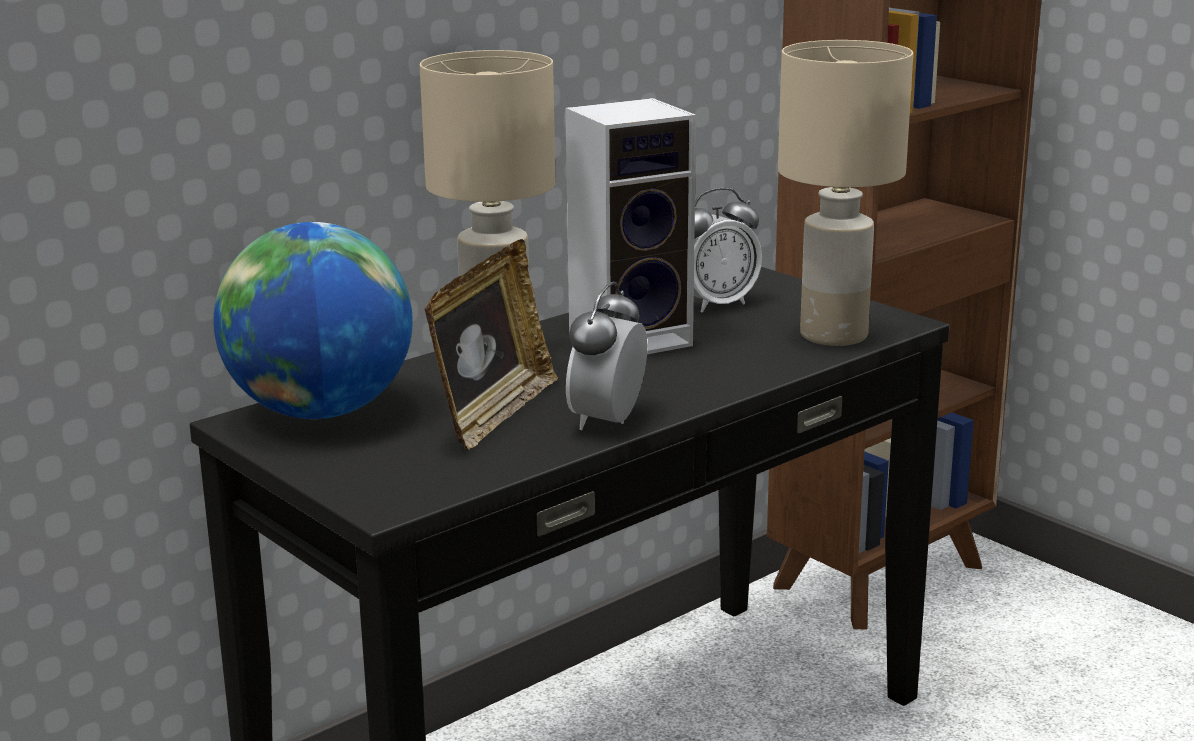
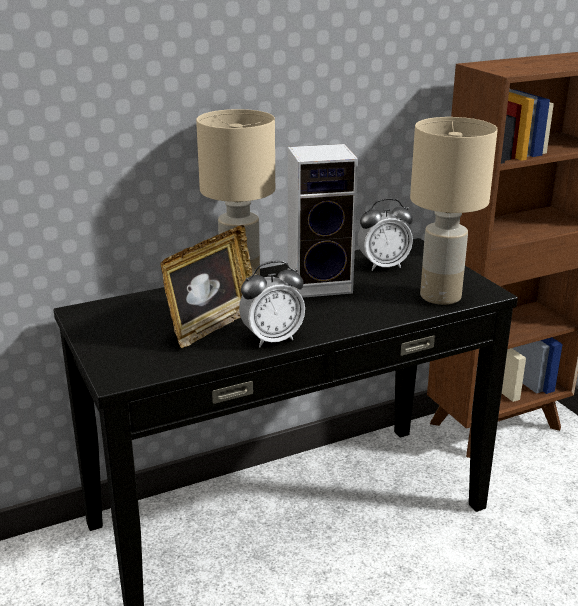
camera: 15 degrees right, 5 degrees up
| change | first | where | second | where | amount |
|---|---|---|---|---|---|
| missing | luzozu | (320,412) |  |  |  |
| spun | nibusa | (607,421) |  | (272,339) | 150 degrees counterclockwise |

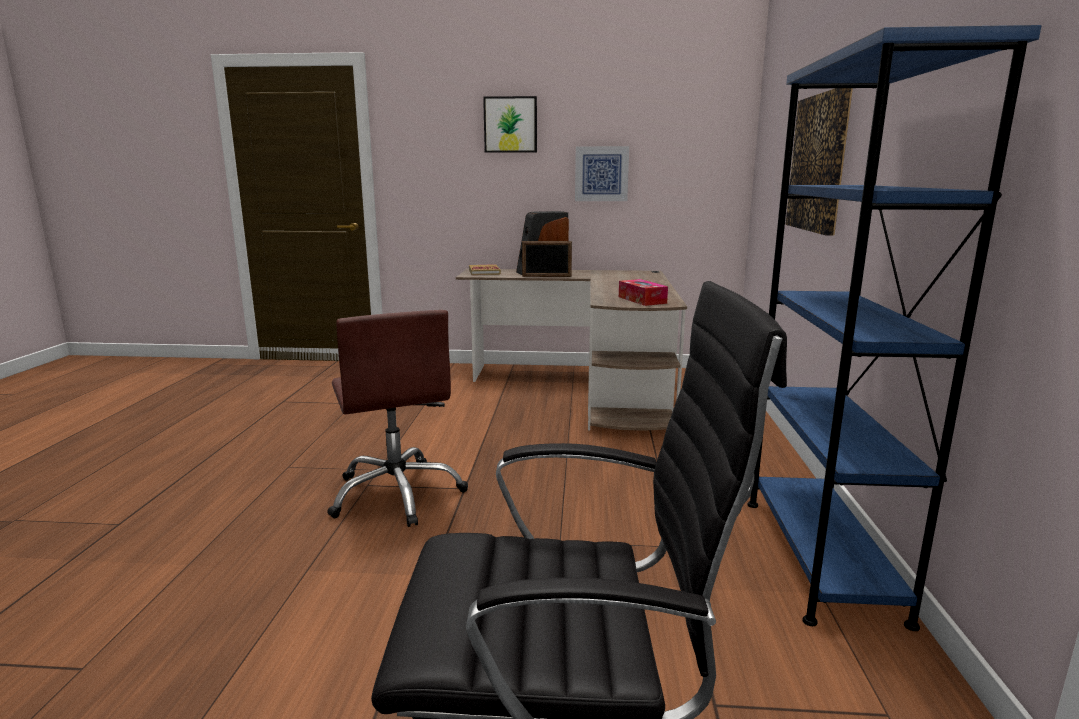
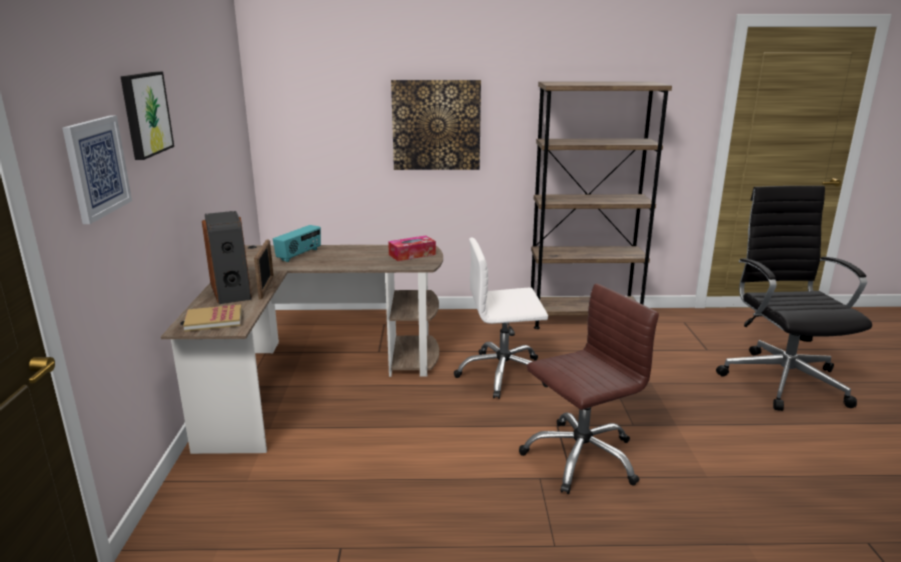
camera: 95 degrees left, 5 degrees up
| change | first | where | second | where | amount |
|---|---|---|---|---|---|
| colour | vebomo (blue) | (820,556) | vebomo (brown) | (583,318) |  |
| relocated | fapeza | (601,174) |  | (96,167) |  |
| appeared |  |  | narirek | (299,255) |  |
| appeared |  |  | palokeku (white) | (502,374) |  |

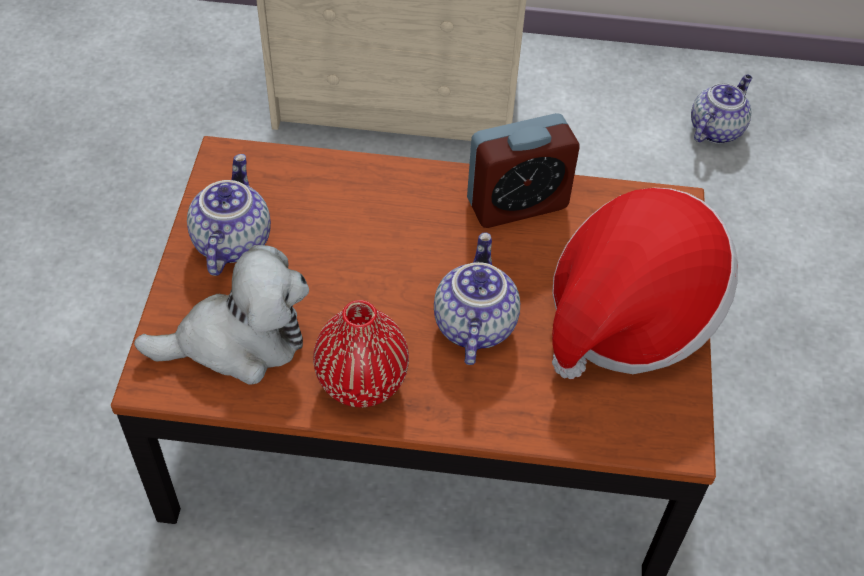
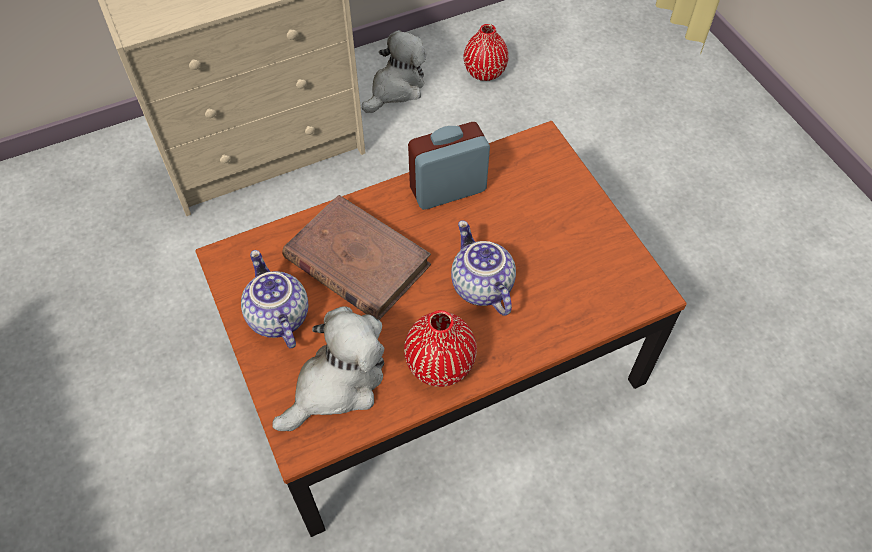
camera: 30 degrees left, 5 degrees up
| change | first | where | second | where | amount |
|---|---|---|---|---|---|
| exchanged | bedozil | (715,129) | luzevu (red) | (484,72) |  |
| spun | nibusa | (517,204) |  | (448,189) | 150 degrees counterclockwise |
| missing | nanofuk | (628,316) |  |  |  |
| appeared |  |  | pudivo | (396,88) |  |
| appeared |  |  | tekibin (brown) | (356,261) |  |

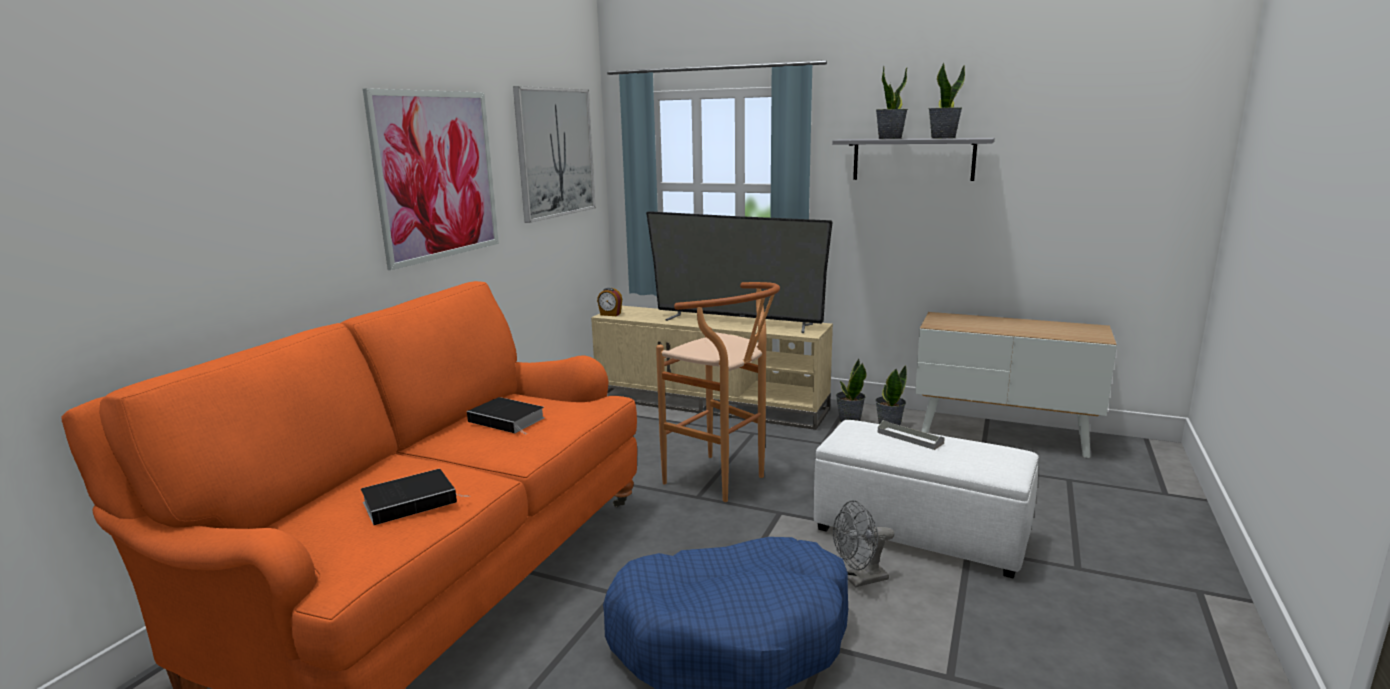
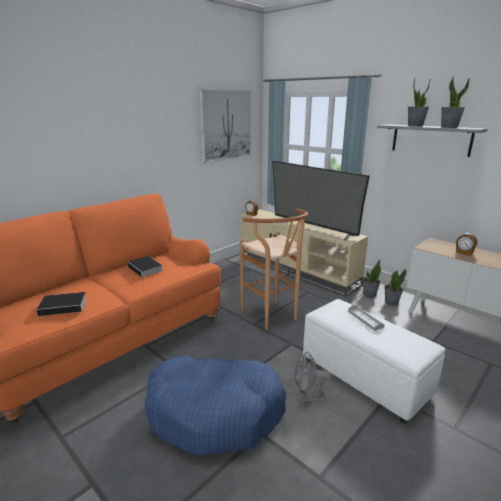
camera: 20 degrees right, 5 degrees up
| change | first | where | second | where | amount |
|---|---|---|---|---|---|
| missing | fapeza | (437,175) |  |  |  |
| appeared |  |  | nibusa | (464,253) |  |

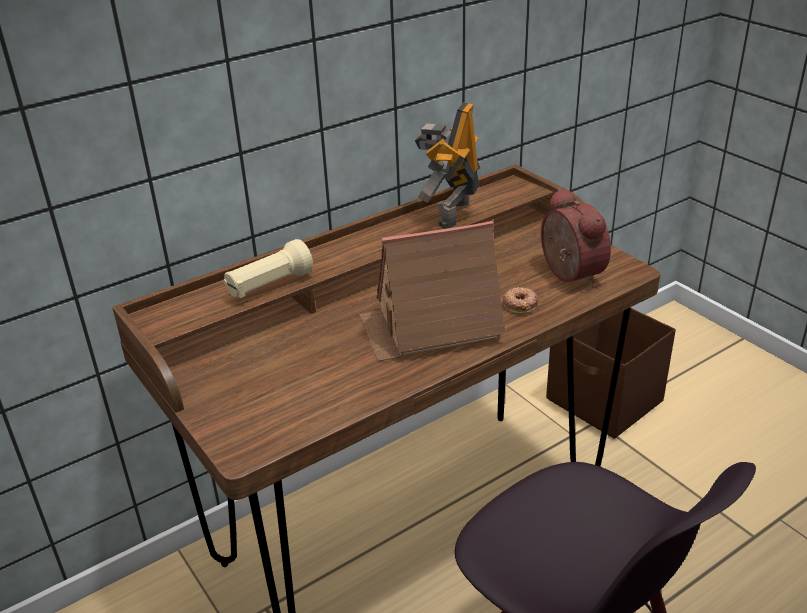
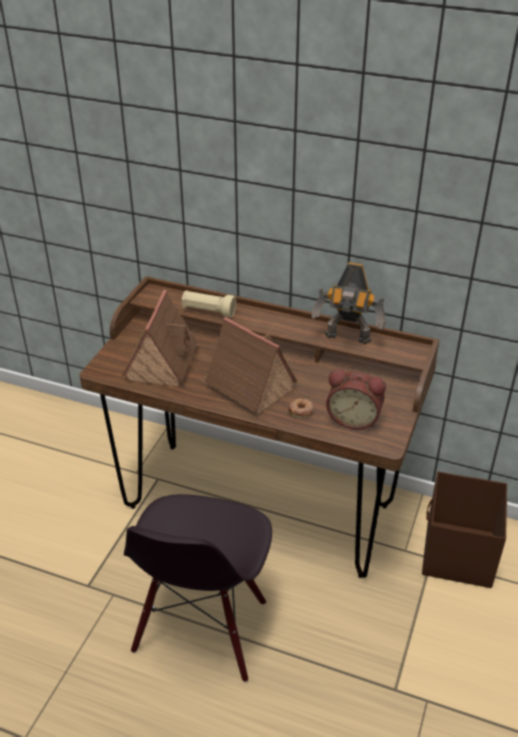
camera: 55 degrees right, 5 degrees up
| change | first | where | second | where | amount |
|---|---|---|---|---|---|
| spun | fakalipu | (450,213) |  | (347,339) | 150 degrees counterclockwise |
| spun | nibusa | (567,274) |  | (354,418) | 75 degrees clockwise |
| appeared |  |  | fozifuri | (162,361) |  |

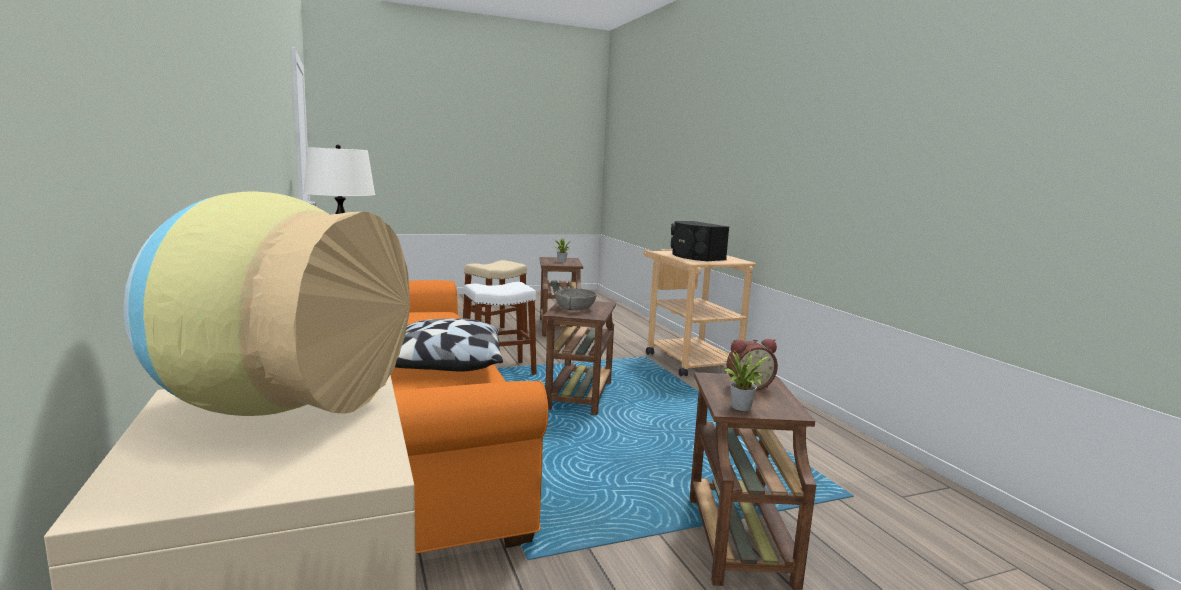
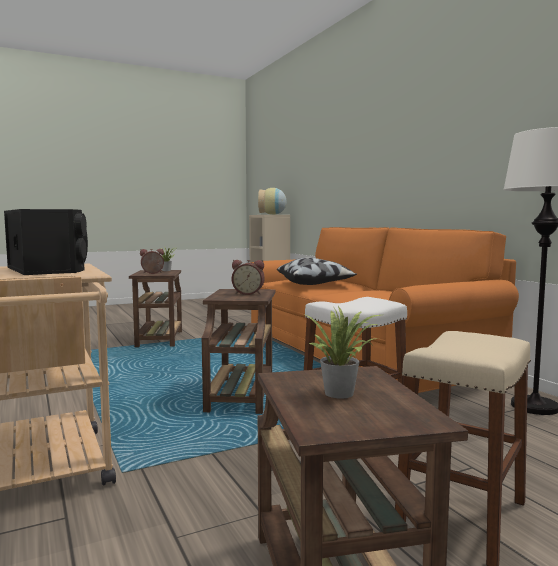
camera: 175 degrees right, 5 degrees down
| change | first | where | second | where | amount |
|---|---|---|---|---|---|
| exchanged | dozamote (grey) | (574,308) | nibusa | (248,293) |  |

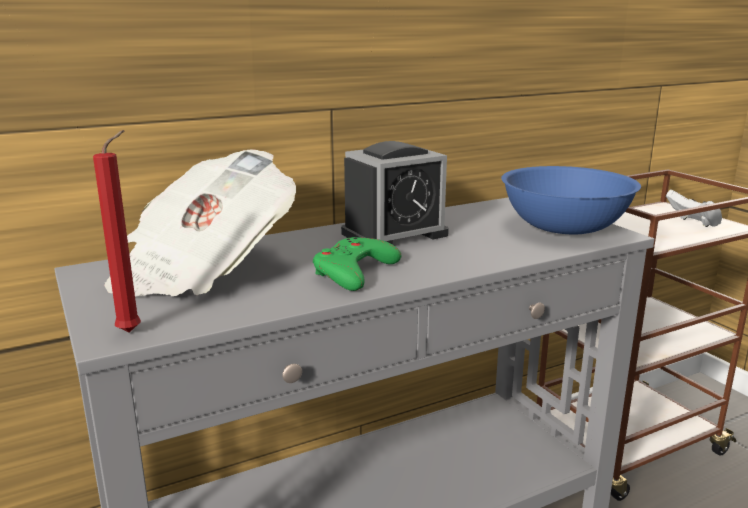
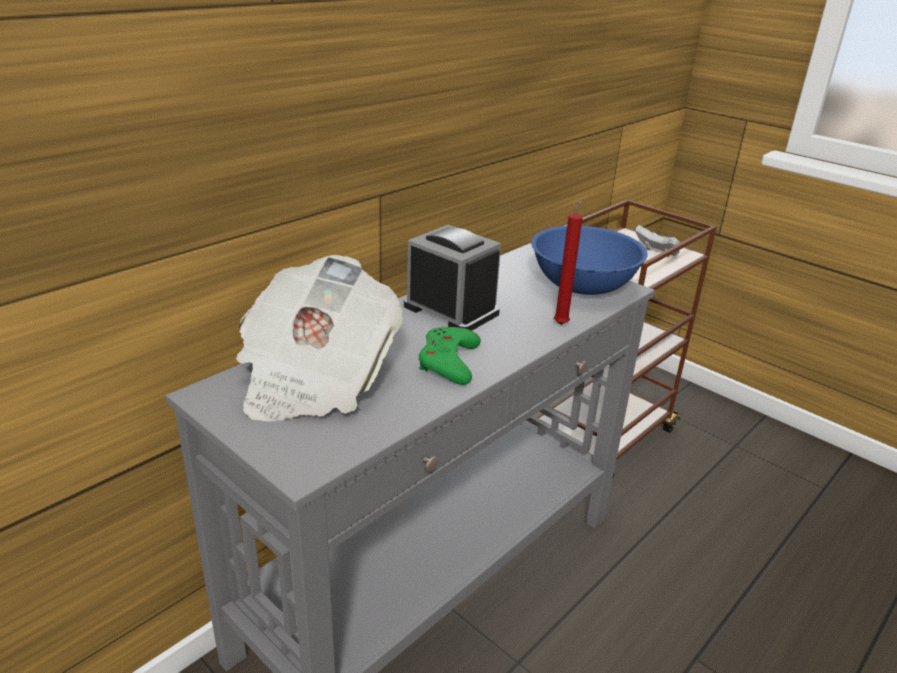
camera: 20 degrees left, 10 degrees up
| change | first | where | second | where | amount |
|---|---|---|---|---|---|
| relocated | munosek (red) | (133,331) |  | (562,323) |  |
| spun | nibusa | (394,234) |  | (451,310) | 90 degrees counterclockwise |

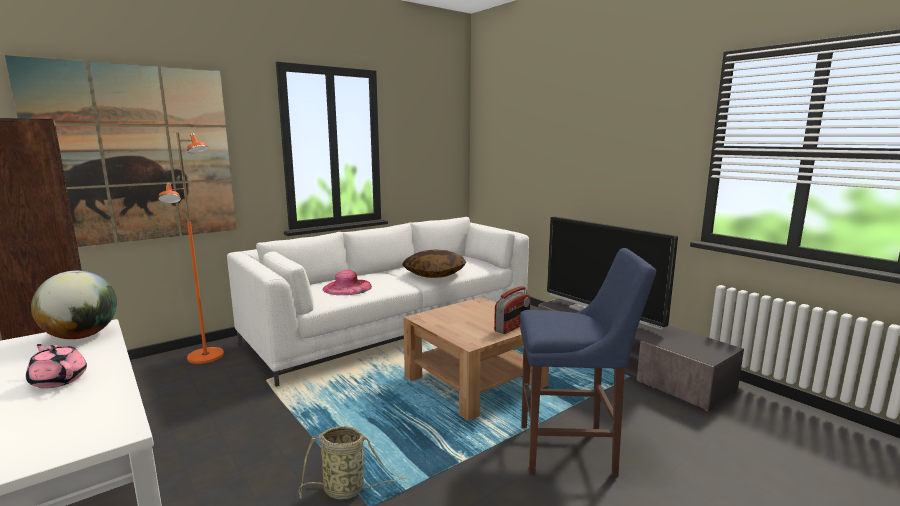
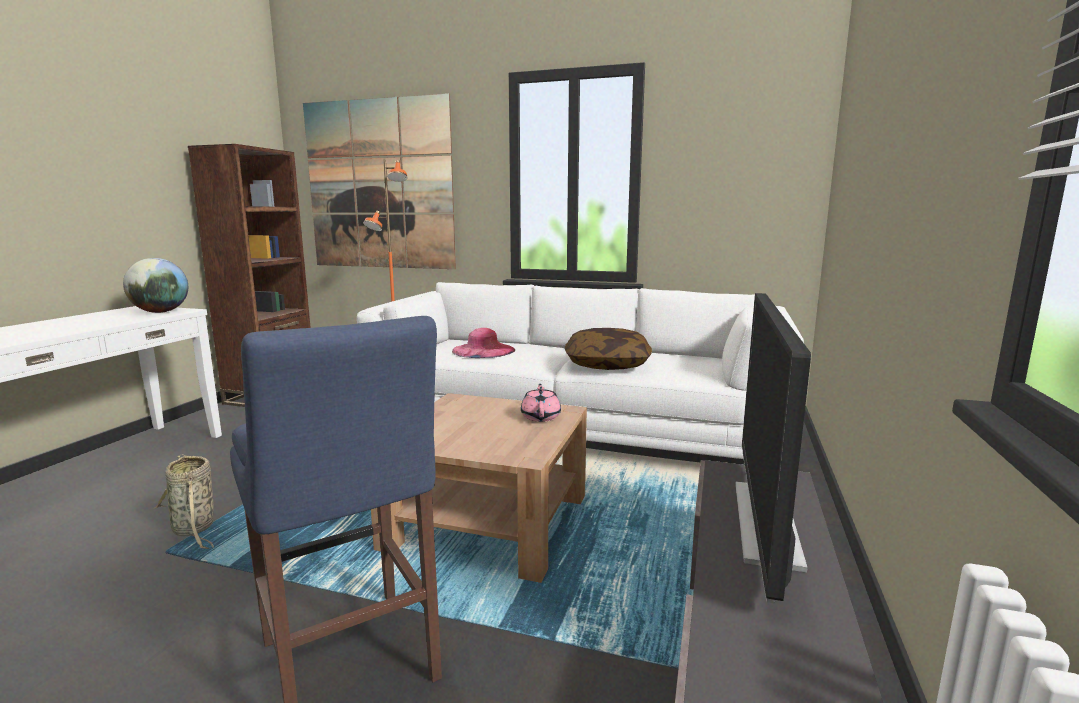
camera: 55 degrees right, 0 degrees up
| change | first | where | second | where | amount |
|---|---|---|---|---|---|
| missing | narirek | (512,326) |  |  |  |
| relocated | bedozil (pink) | (58,380) |  | (541,417) |  |

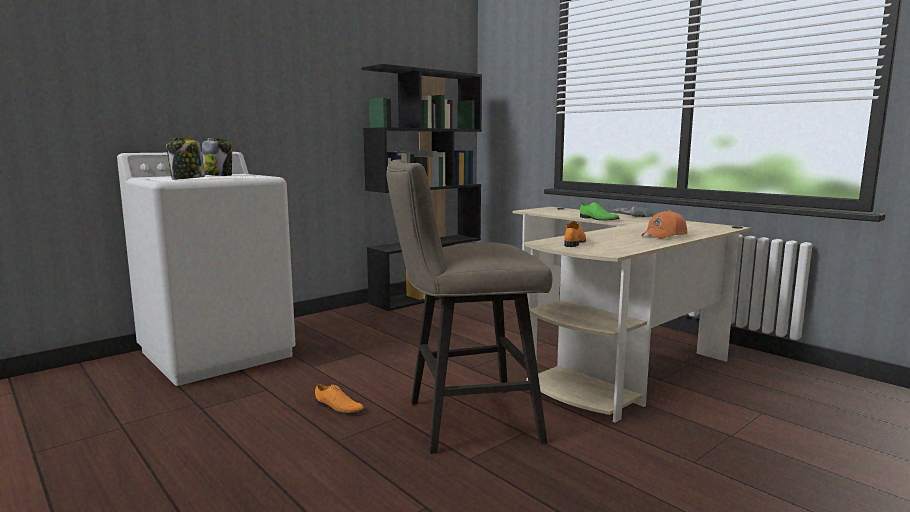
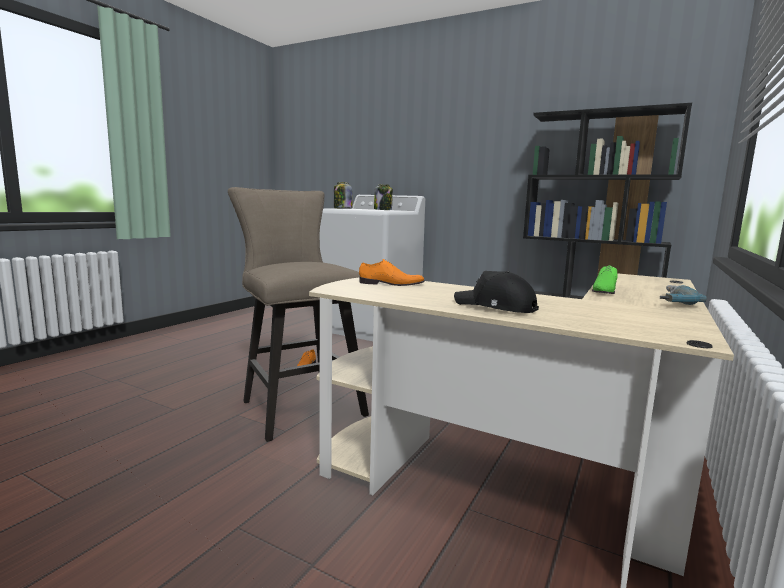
camera: 70 degrees right, 0 degrees up
| change | first | where | second | where | amount |
|---|---|---|---|---|---|
| colour | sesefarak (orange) | (664,235) | sesefarak (black) | (495,307) |  |

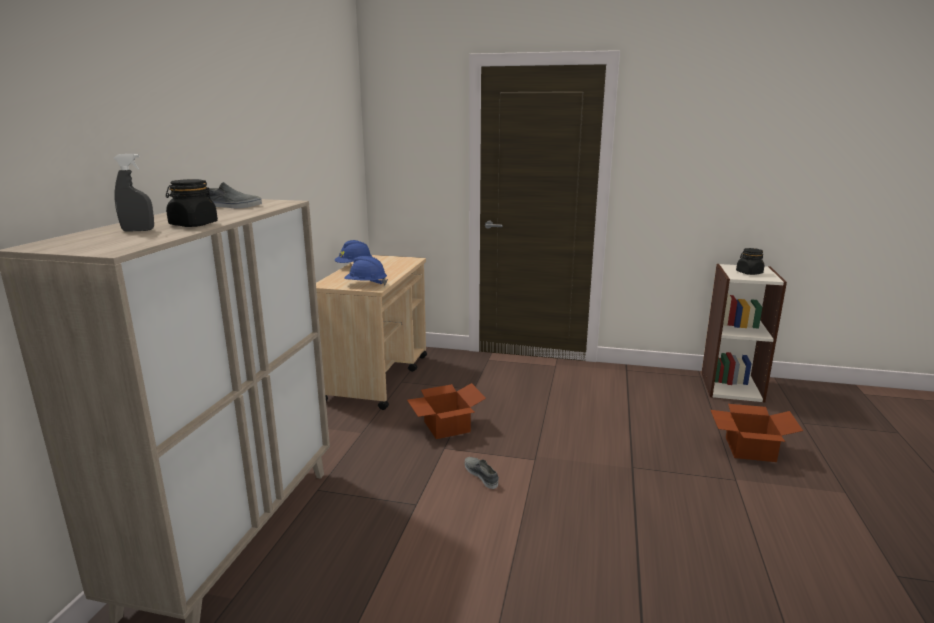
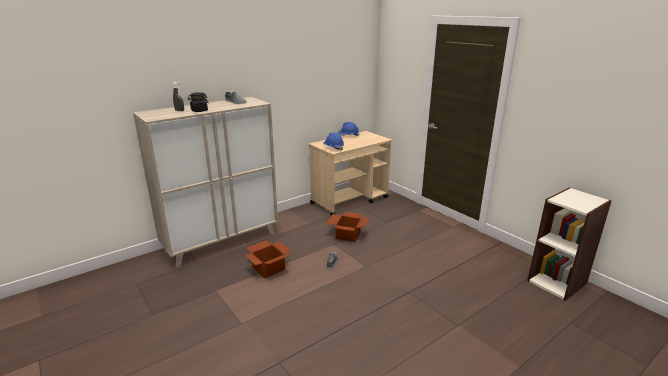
camera: 40 degrees right, 5 degrees up
| change | first | where | second | where | amount |
|---|---|---|---|---|---|
| missing | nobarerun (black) | (749,273) |  |  |  |
| relocated | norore | (748,448) |  | (269,268) |  |

